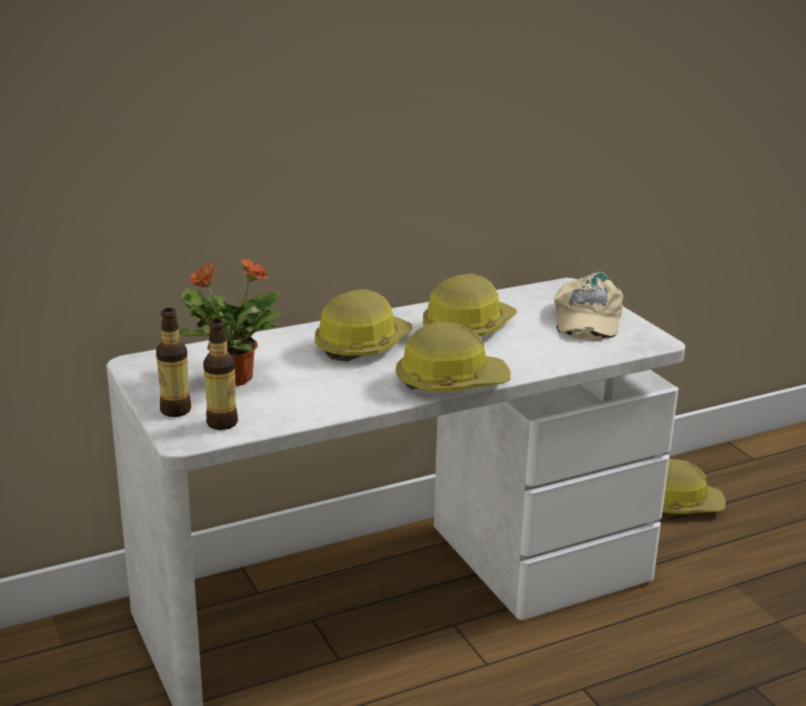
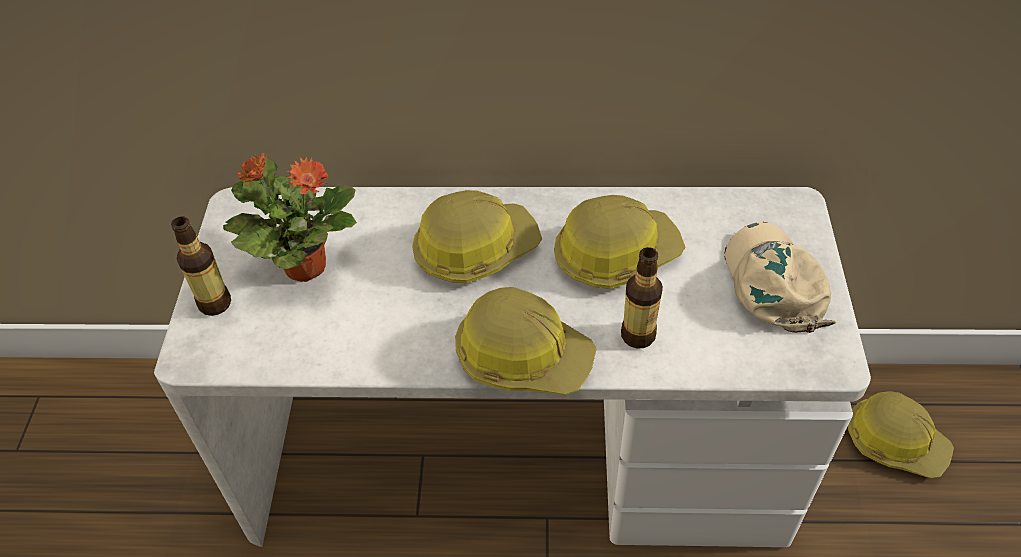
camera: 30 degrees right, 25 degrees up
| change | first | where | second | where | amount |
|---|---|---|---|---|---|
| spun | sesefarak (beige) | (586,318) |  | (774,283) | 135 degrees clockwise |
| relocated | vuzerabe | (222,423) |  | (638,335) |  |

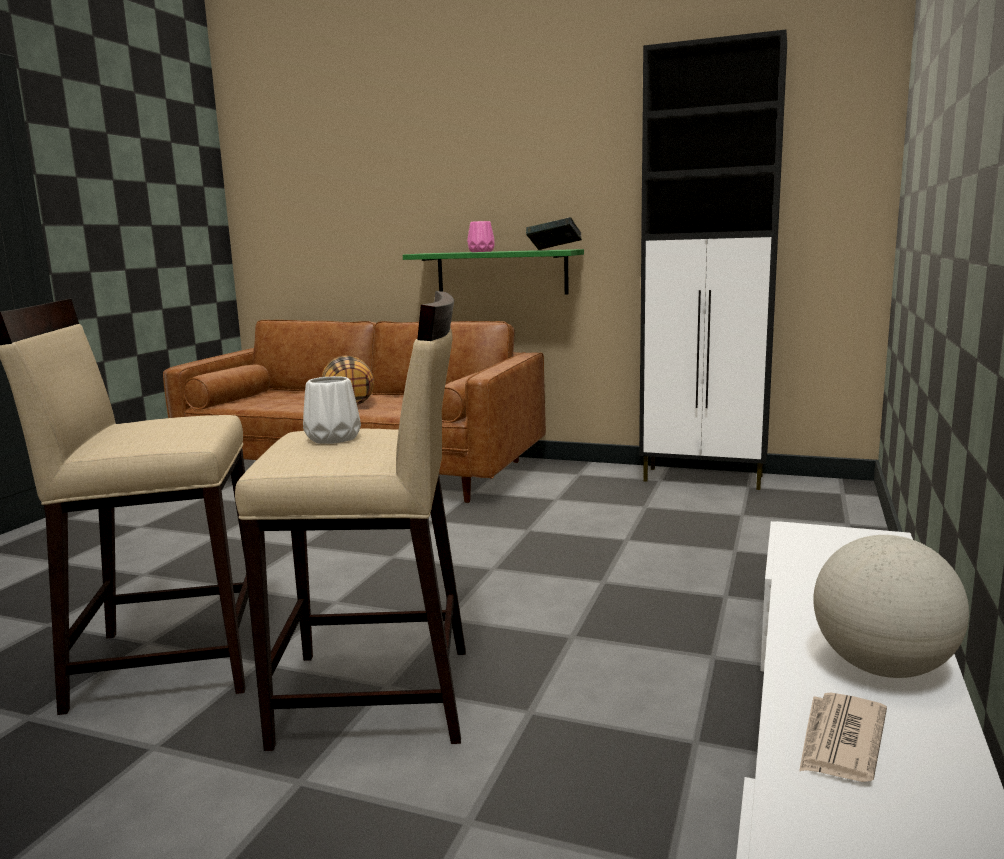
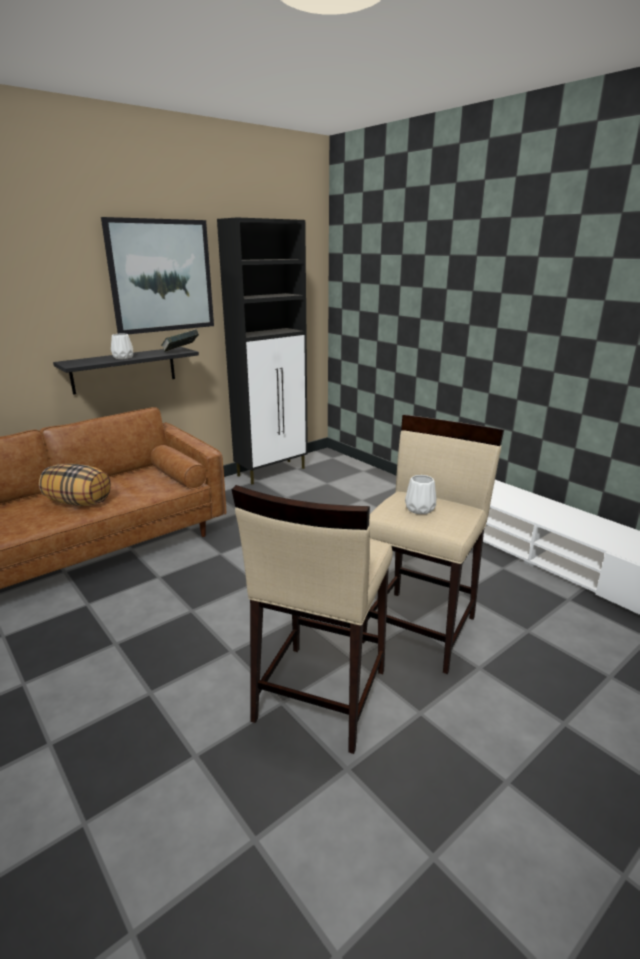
camera: 60 degrees left, 10 degrees up
| change | first | where | second | where | amount |
|---|---|---|---|---|---|
| colour | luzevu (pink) | (482,251) | luzevu (white) | (123,357) |  |
| colour | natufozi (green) | (501,273) | natufozi (black) | (124,370) |  |
| missing | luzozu | (882,668) |  |  |  |
| missing | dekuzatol | (840,741) |  |  |  |
| appeared |  |  | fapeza | (161,276) |  |

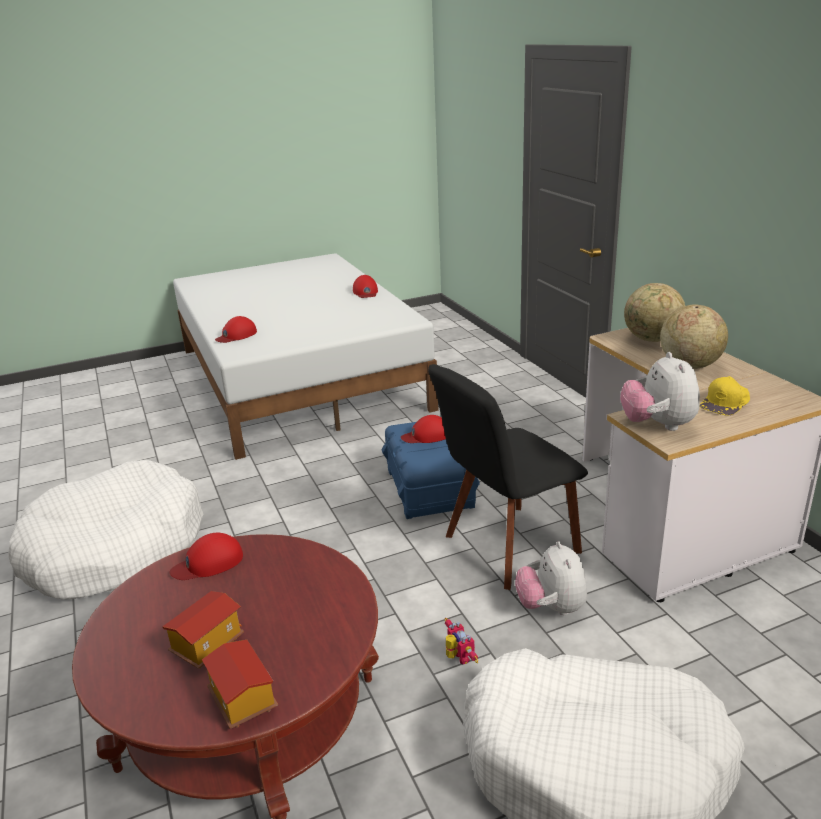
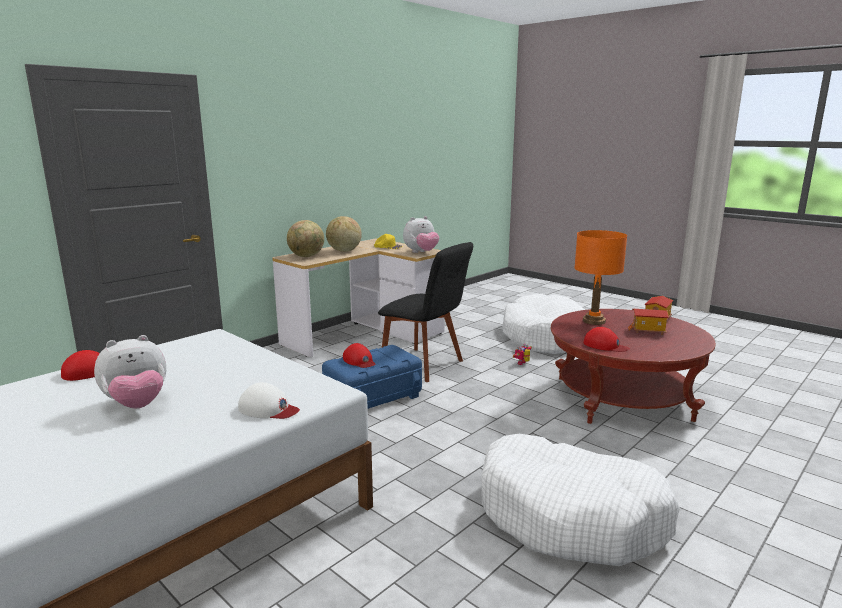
camera: 115 degrees left, 10 degrees down
| change | first | where | second | where | amount |
|---|---|---|---|---|---|
| colour | sesefarak (red) | (236,335) | sesefarak (white) | (268,409) |  |
| relocated | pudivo | (551,607) |  | (137,405) |  |
| appeared |  |  | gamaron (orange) | (594,321) |  |

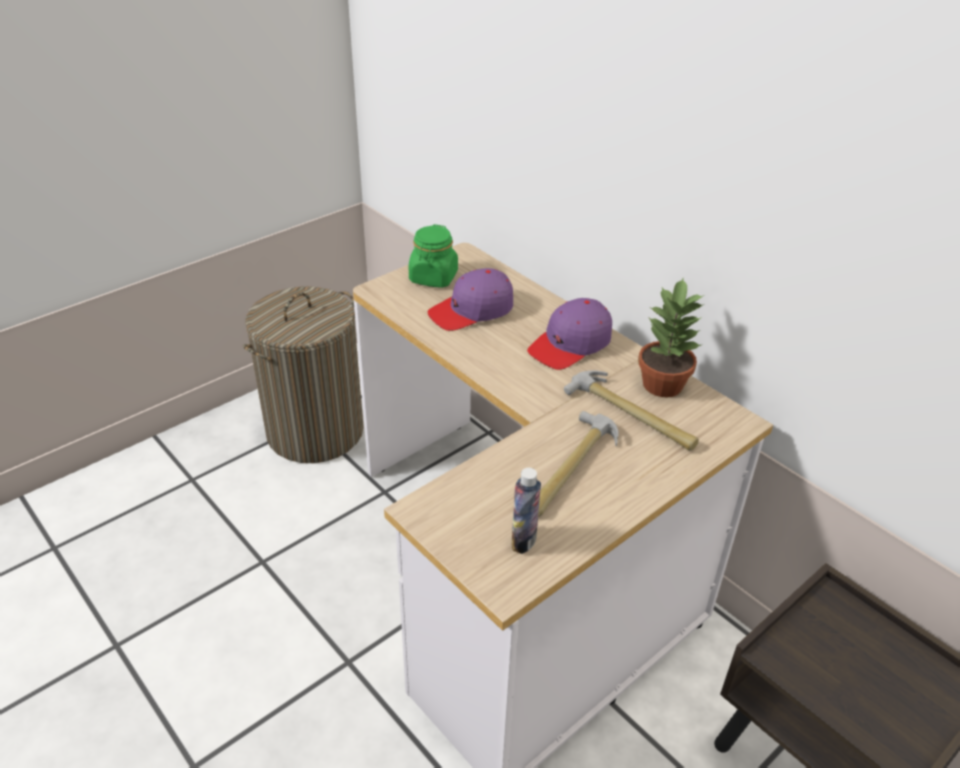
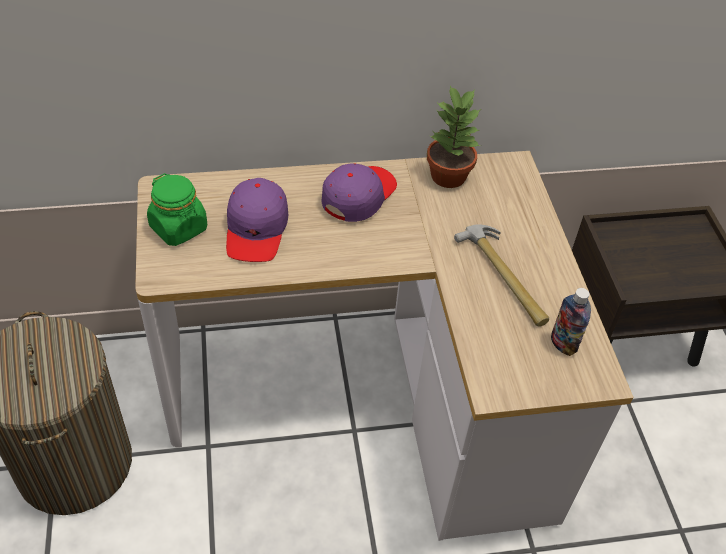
camera: 60 degrees left, 10 degrees up
| change | first | where | second | where | amount |
|---|---|---|---|---|---|
| spun | sesefarak (purple) | (570,344) |  | (358,196) | 135 degrees counterclockwise |
| missing | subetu | (631,415) |  |  |  |

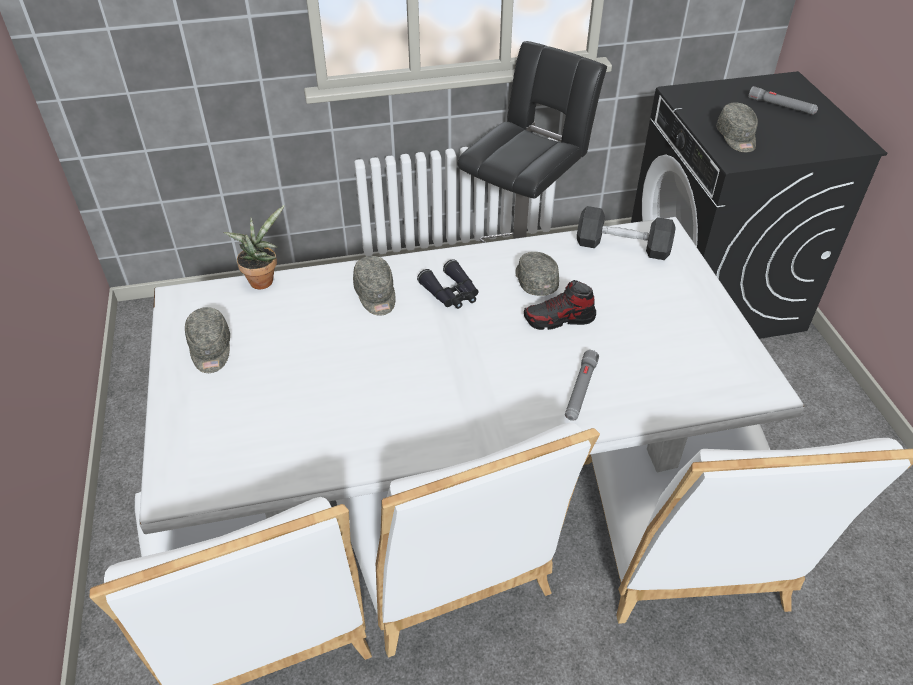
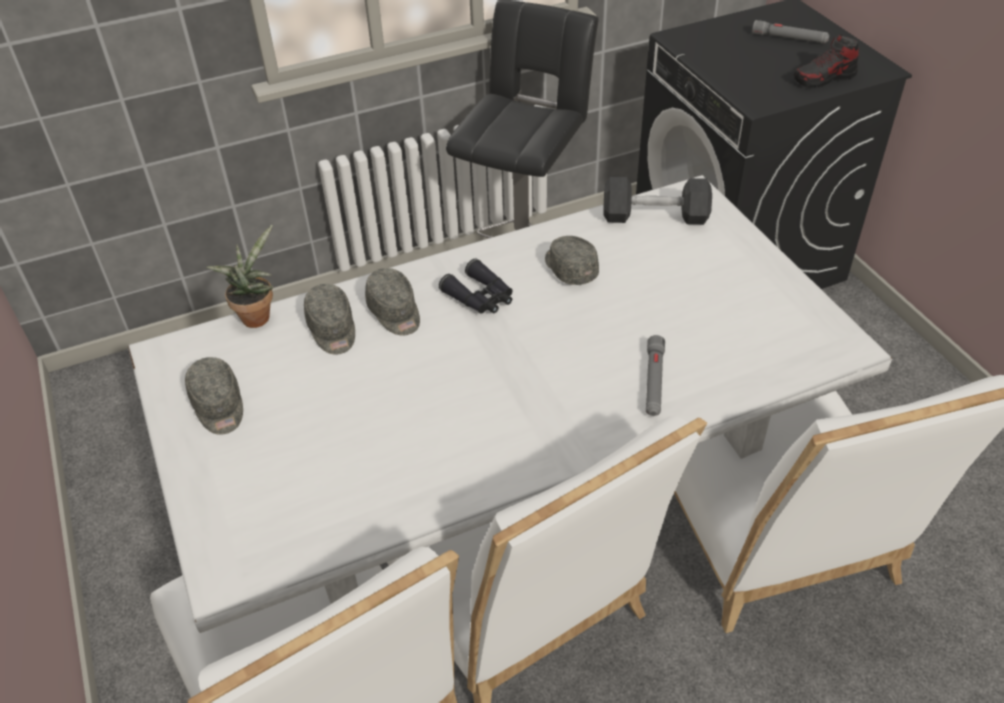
camera: 10 degrees left, 0 degrees up
| change | first | where | second | where | amount |
|---|---|---|---|---|---|
| relocated | sesefarak (grey) | (736,138) |  | (332,330) |  |
| relocated | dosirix | (559,319) |  | (824,79) |  |

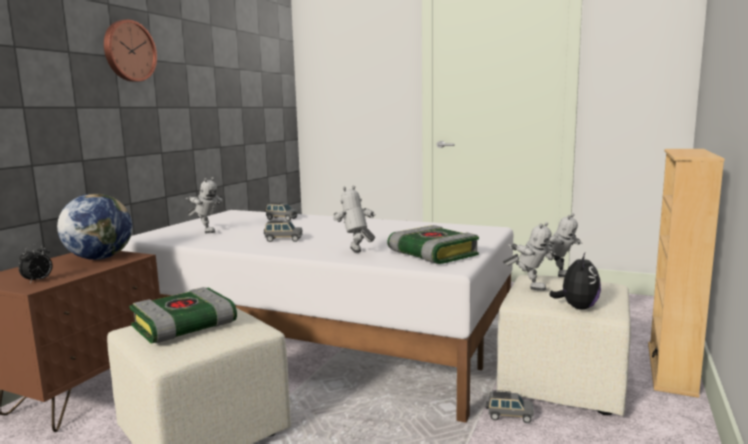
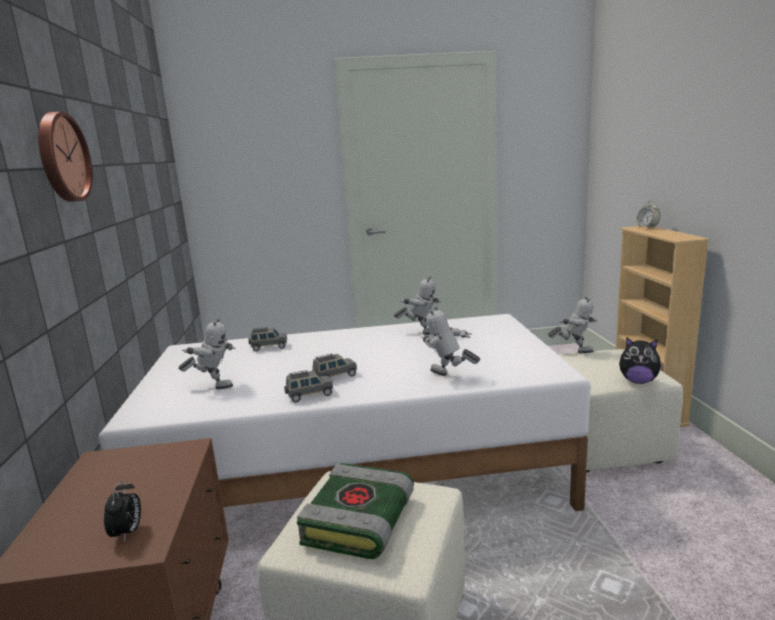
camera: 30 degrees left, 5 degrees up
| change | first | where | second | where | amount |
|---|---|---|---|---|---|
| missing | luzozu | (100,258) |  |  |  |
| relocated | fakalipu | (529,286) |  | (420,332) |  |
| missing | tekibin | (431,254) |  |  |  |
| spun | pudivo | (577,307) |  | (638,381) | 120 degrees clockwise |
| relocated | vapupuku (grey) | (509,416) |  | (309,395) |  |
| appeared |  |  | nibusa | (647,227) |  |

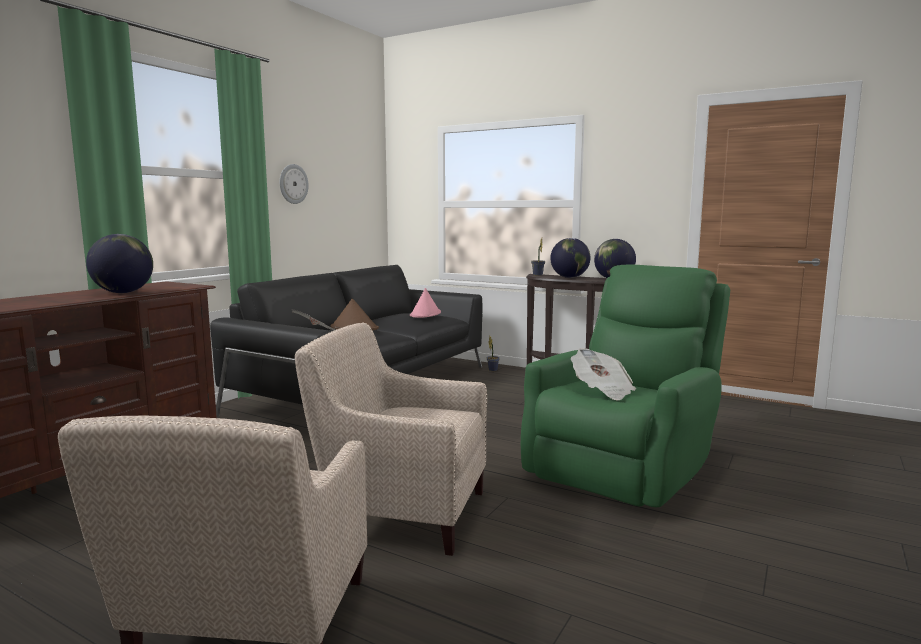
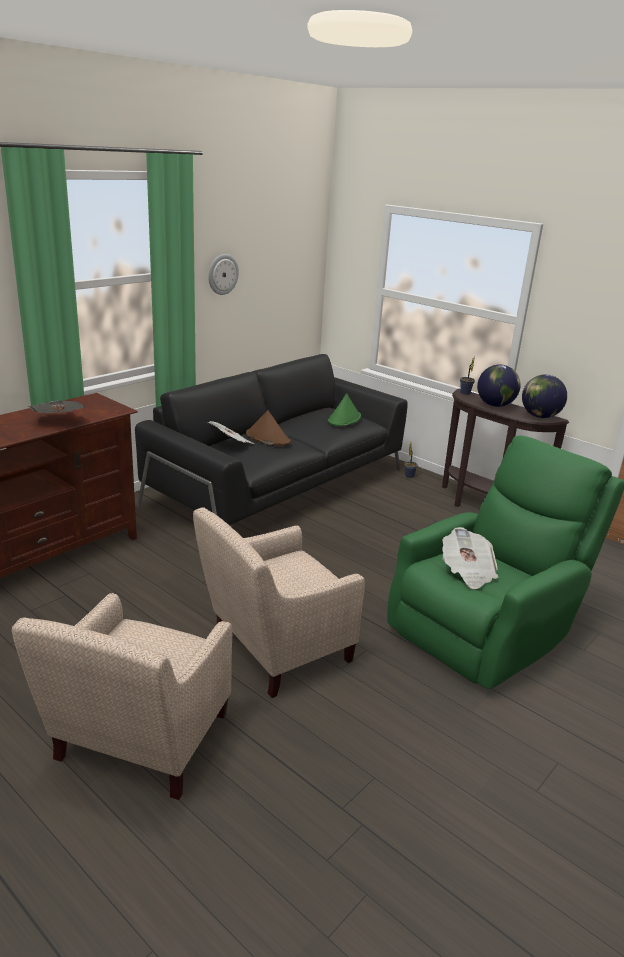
camera: 10 degrees right, 15 degrees up
| change | first | where | second | where | amount |
|---|---|---|---|---|---|
| exchanged | luzozu | (123,293) | dekuzatol | (58,421) |  |
| colour | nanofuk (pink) | (425,314) | nanofuk (green) | (344,419) |  |
| spun | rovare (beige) | (402,511) |  | (273,649) | 60 degrees counterclockwise |

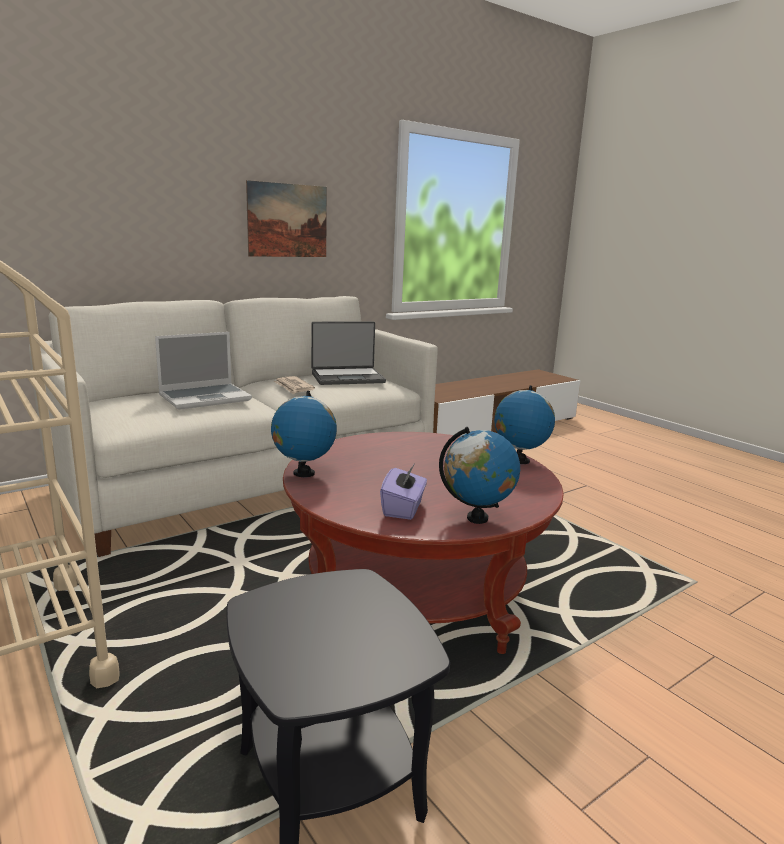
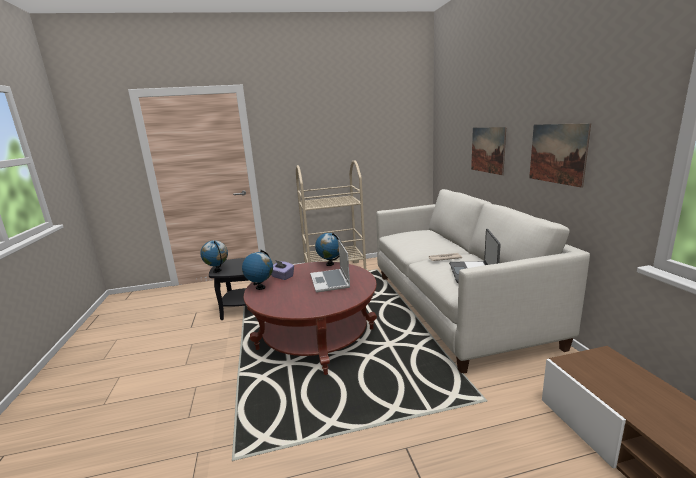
camera: 115 degrees right, 0 degrees up
| change | first | where | second | where | amount |
|---|---|---|---|---|---|
| relocated | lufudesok | (206,398) |  | (330,281) |  |
| relocated | luzozu | (519,461) |  | (217,271) |  |
| appeared |  |  | fapeza | (487,150) |  |

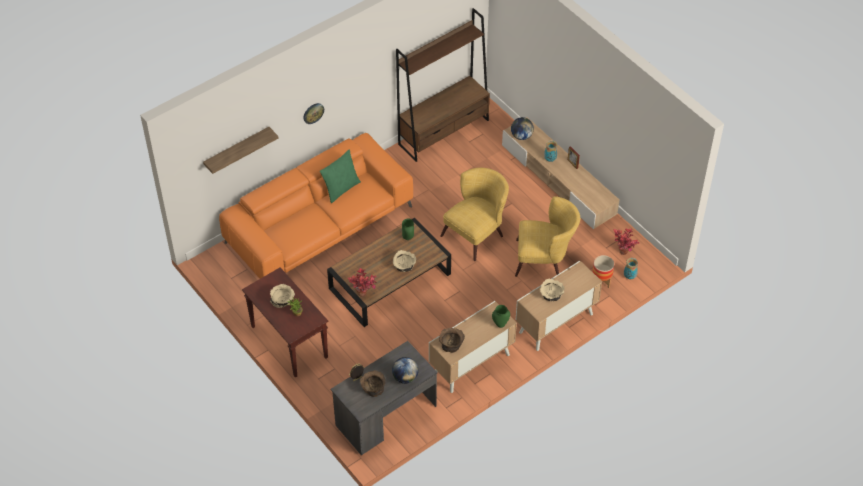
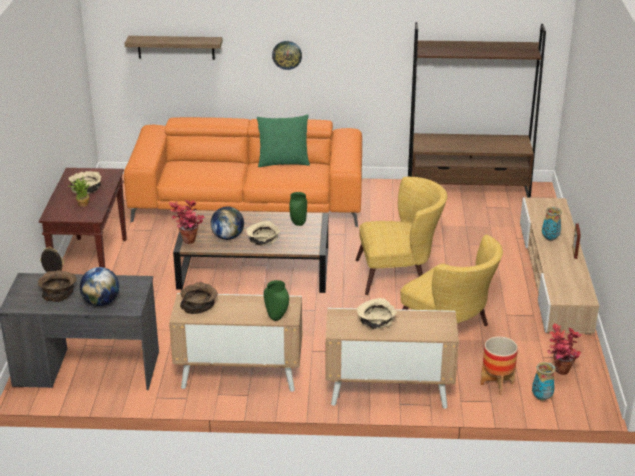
camera: 40 degrees right, 20 degrees down
| change | first | where | second | where | amount |
|---|---|---|---|---|---|
| relocated | luzozu | (521,136) |  | (228,237) |  |

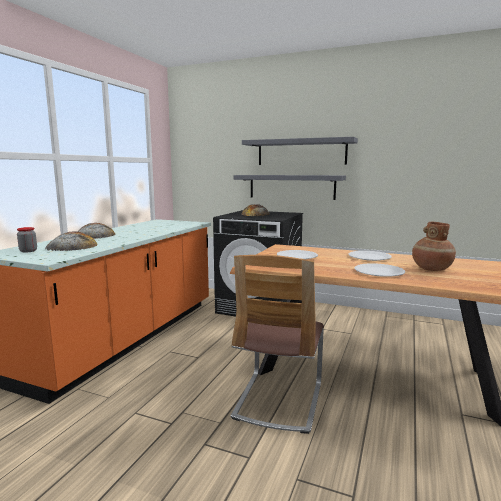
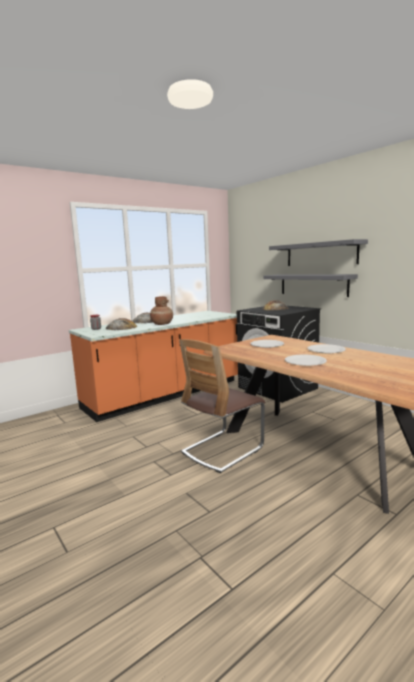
camera: 30 degrees right, 0 degrees up
| change | first | where | second | where | amount |
|---|---|---|---|---|---|
| relocated | luzevu (brown) | (431,269) |  | (162,324) |  |

